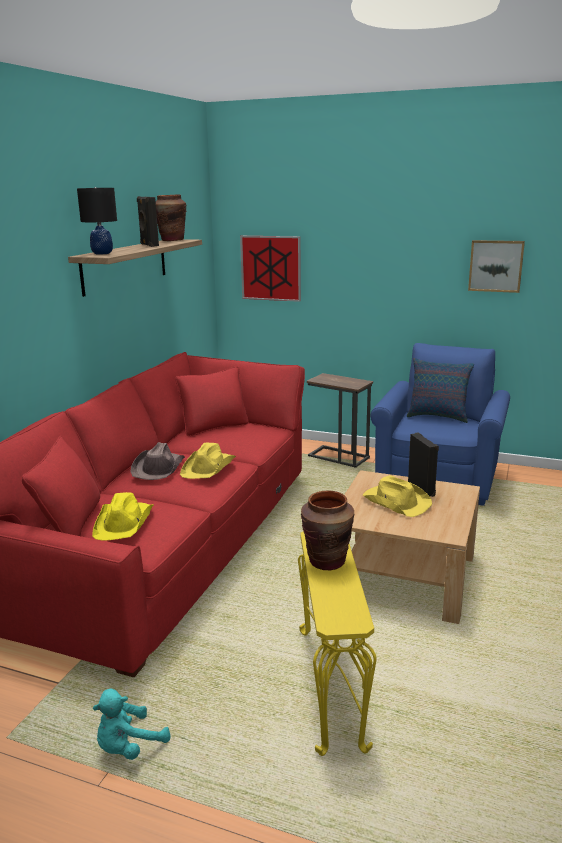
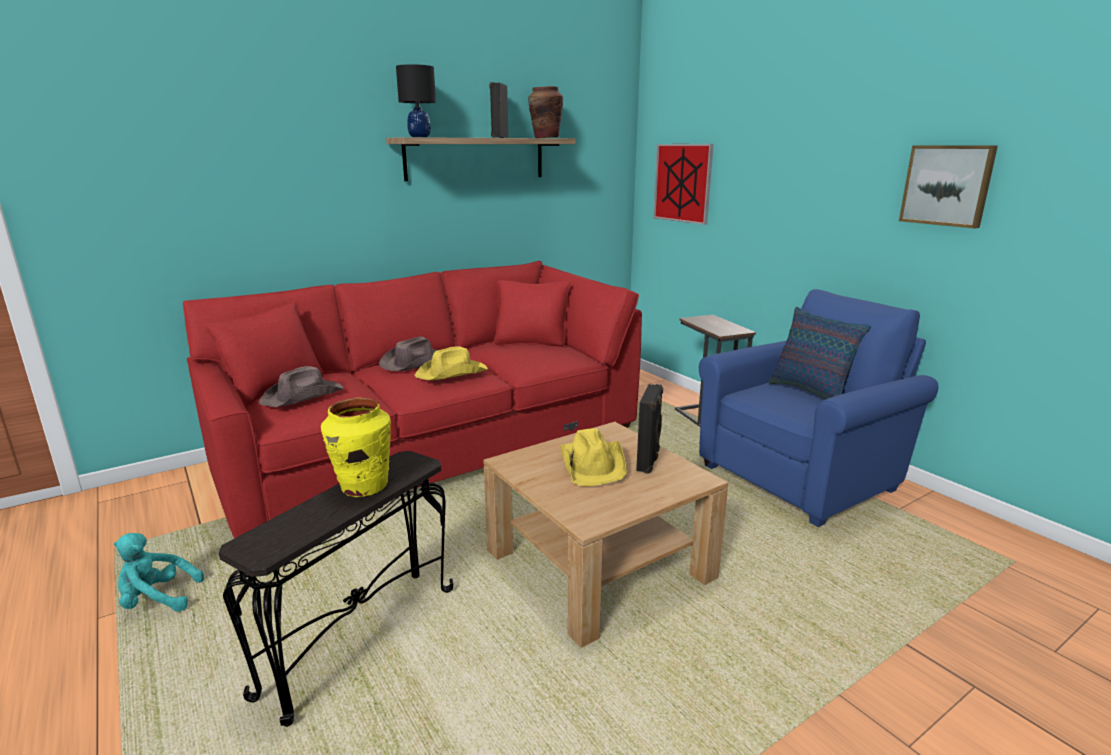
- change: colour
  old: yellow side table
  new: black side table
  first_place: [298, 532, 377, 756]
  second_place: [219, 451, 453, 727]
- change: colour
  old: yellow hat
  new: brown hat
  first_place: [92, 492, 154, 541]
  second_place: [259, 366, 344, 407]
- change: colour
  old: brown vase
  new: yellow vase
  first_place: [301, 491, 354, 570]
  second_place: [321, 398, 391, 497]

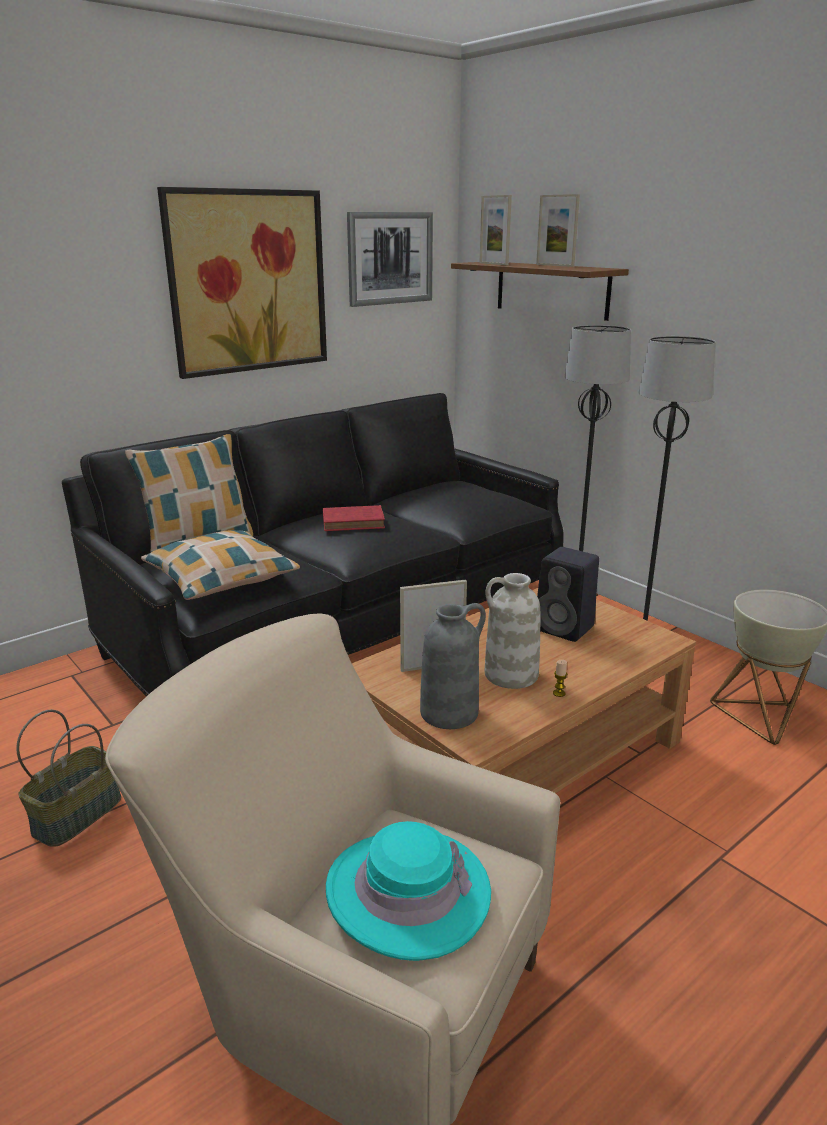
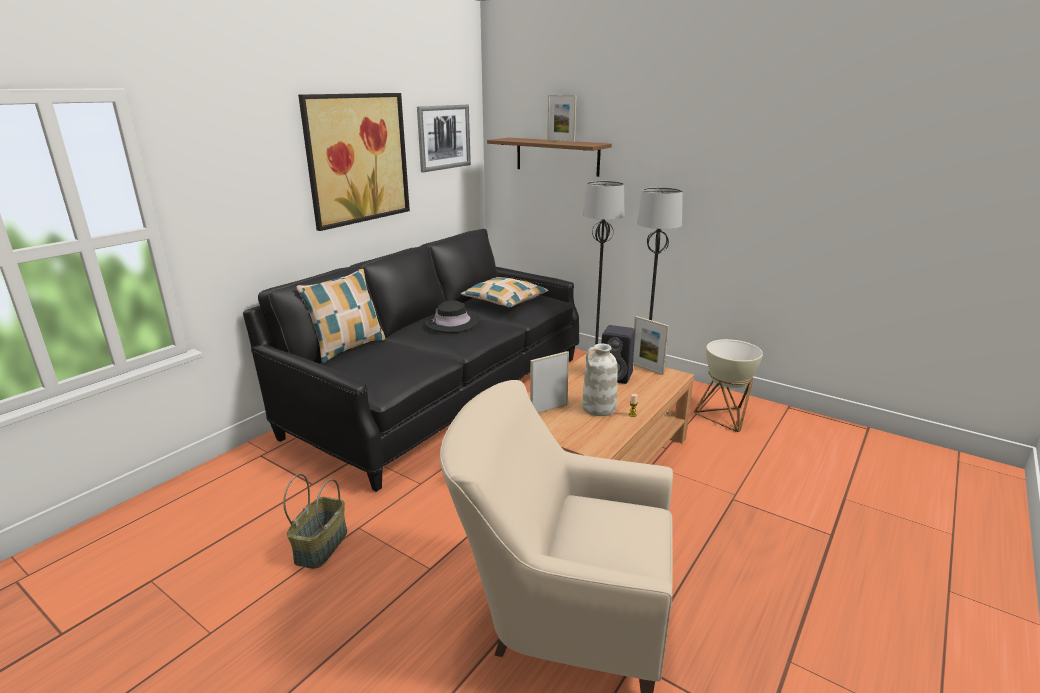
- change: exchanged
  old: red book
  new: black hat
  first_place: [323, 505, 385, 531]
  second_place: [425, 300, 480, 333]
- change: relocated
  old: pillow
  first_place: [141, 530, 300, 600]
  second_place: [461, 277, 548, 307]
- change: relocated
  old: picture frame
  first_place: [479, 195, 512, 265]
  second_place: [633, 316, 669, 375]
- change: missing
  old: turquoise hat
  first_place: [326, 821, 491, 961]
- change: missing
  old: grey vase
  first_place: [420, 603, 486, 729]

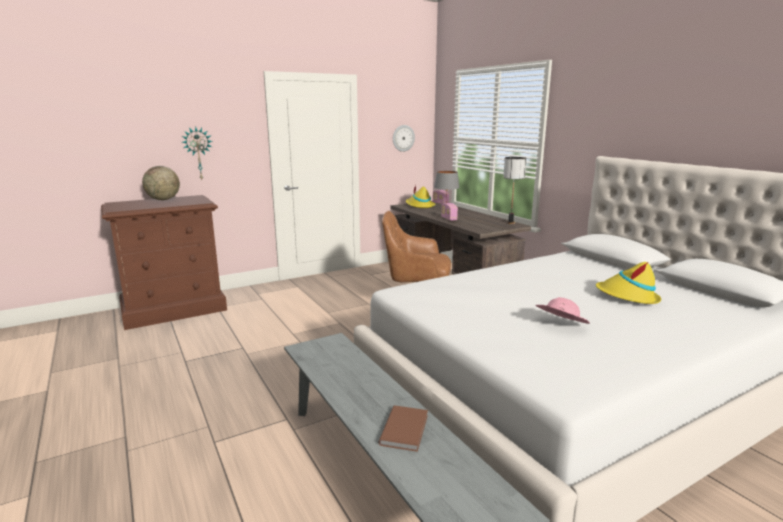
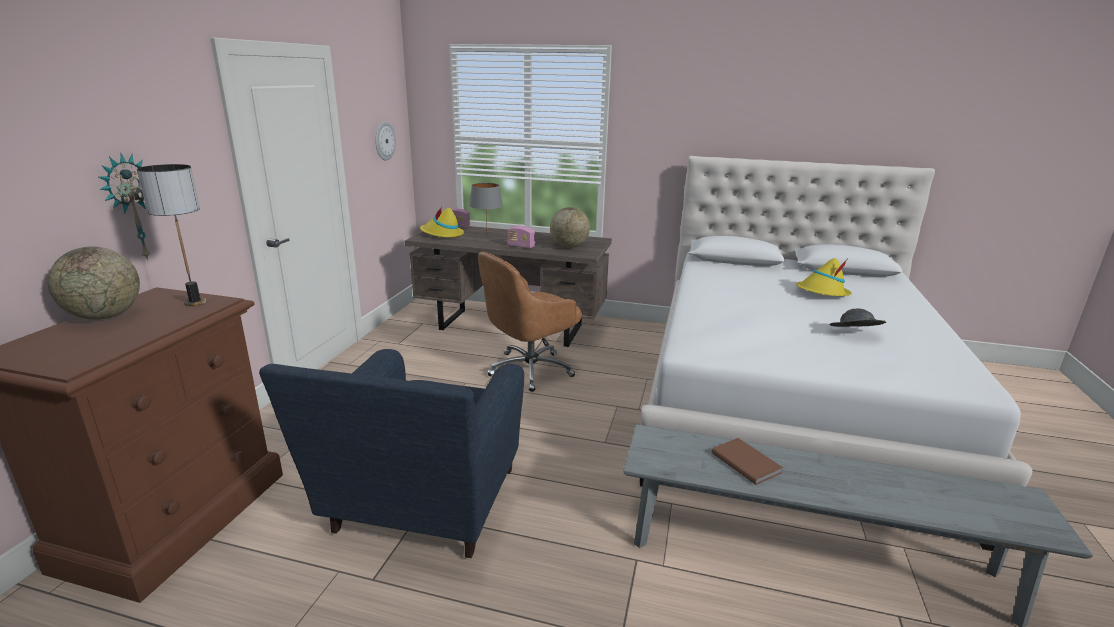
- change: relocated
  old: table lamp
  first_place: [503, 157, 527, 224]
  second_place: [137, 164, 206, 306]
- change: appeared
  new: blue armchair
  second_place: [259, 349, 524, 558]
- change: appeared
  new: globe
  second_place: [550, 207, 590, 248]
- change: relocated
  old: brown book
  first_place: [379, 405, 428, 452]
  second_place: [711, 438, 783, 485]
- change: colour
  old: pink hat
  new: grey hat
  first_place: [535, 297, 590, 324]
  second_place: [829, 308, 886, 327]

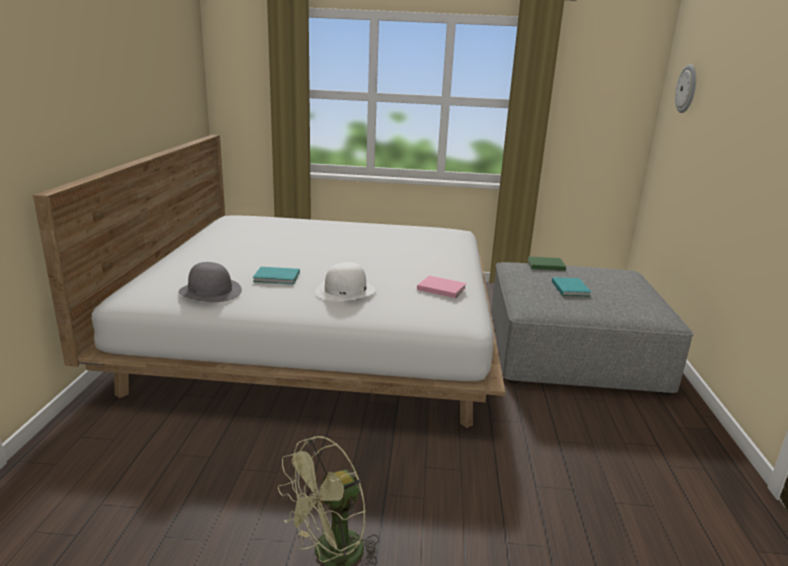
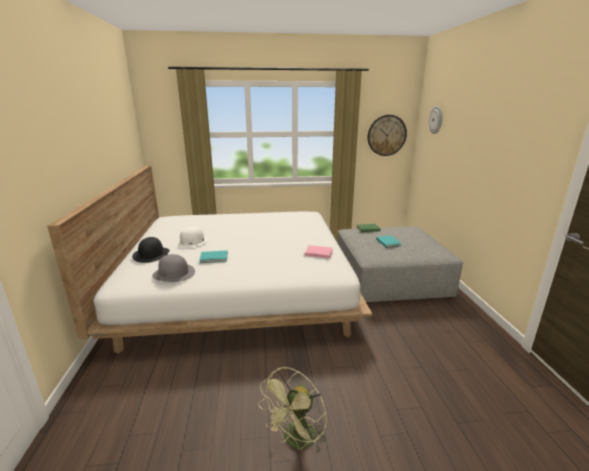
- change: appeared
  new: black hat
  second_place: [132, 237, 170, 263]
- change: relocated
  old: white hat
  first_place: [315, 262, 376, 301]
  second_place: [175, 226, 210, 249]
- change: appeared
  new: wall clock
  second_place: [368, 115, 407, 156]

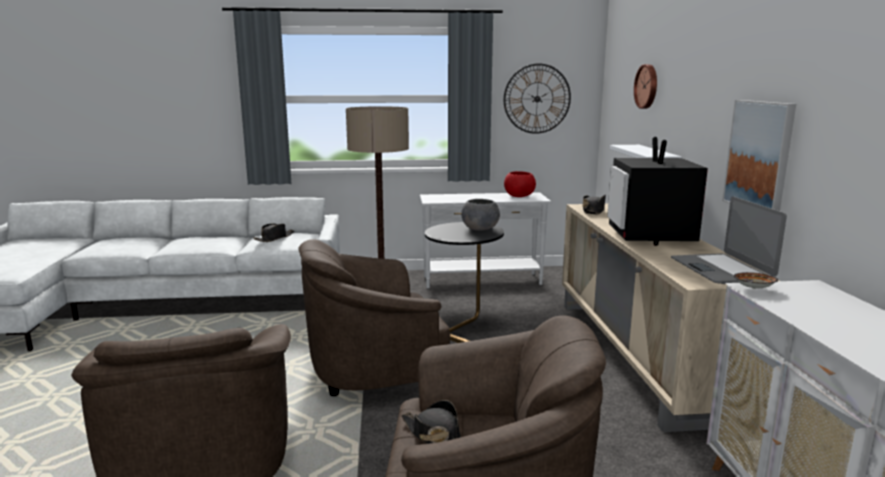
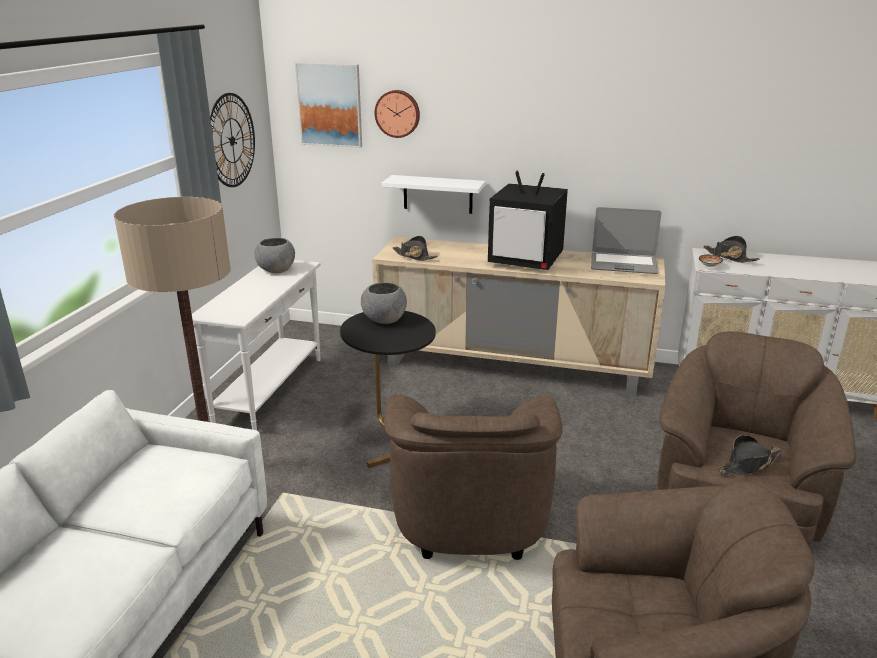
- change: colour
  old: red bowl
  new: grey bowl
  first_place: [504, 171, 536, 197]
  second_place: [254, 238, 295, 273]
- change: relocated
  old: picture
  first_place: [722, 100, 796, 211]
  second_place: [295, 63, 362, 148]
- change: relocated
  old: black hat
  first_place: [253, 223, 294, 242]
  second_place: [703, 236, 760, 263]

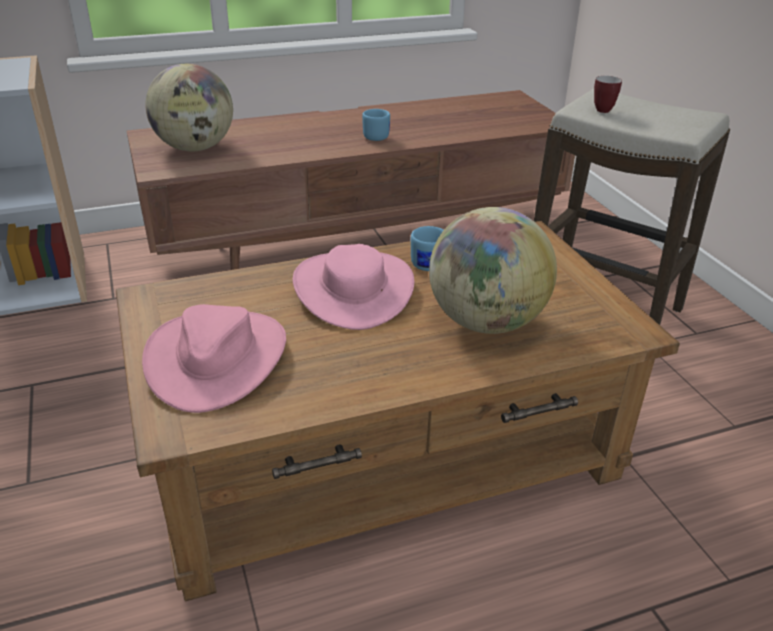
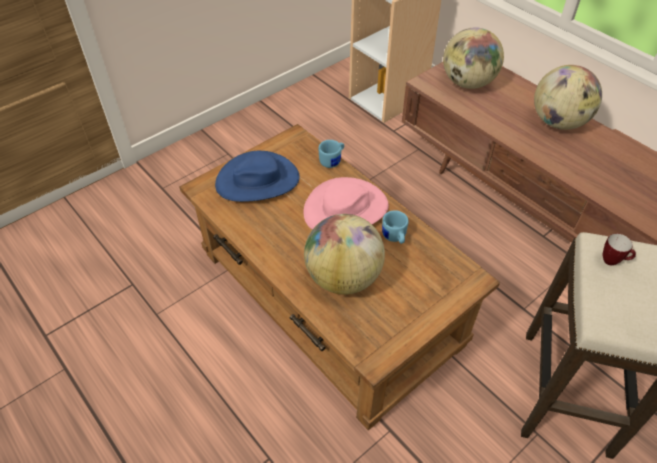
- change: colour
  old: pink hat
  new: blue hat
  first_place: [142, 304, 286, 413]
  second_place: [215, 151, 300, 202]
- change: relocated
  old: blue mug
  first_place: [362, 109, 390, 141]
  second_place: [318, 140, 344, 168]
- change: appeared
  new: globe
  second_place: [534, 65, 602, 130]

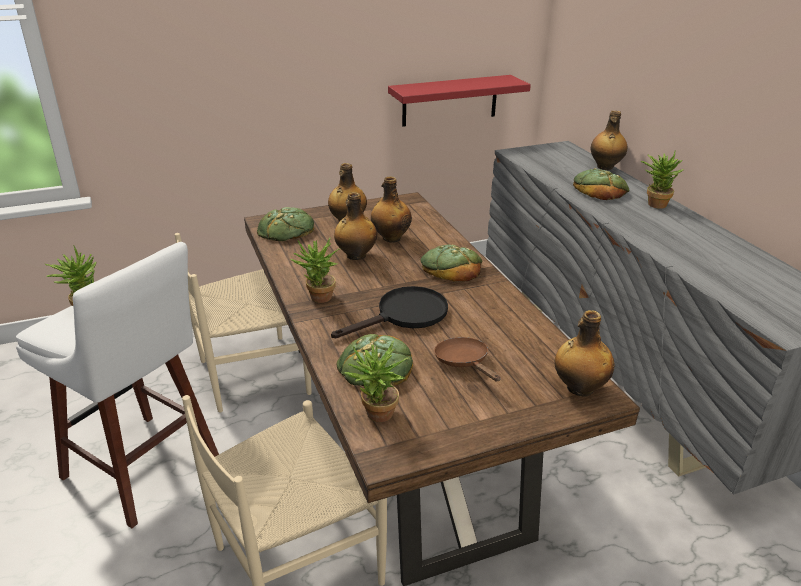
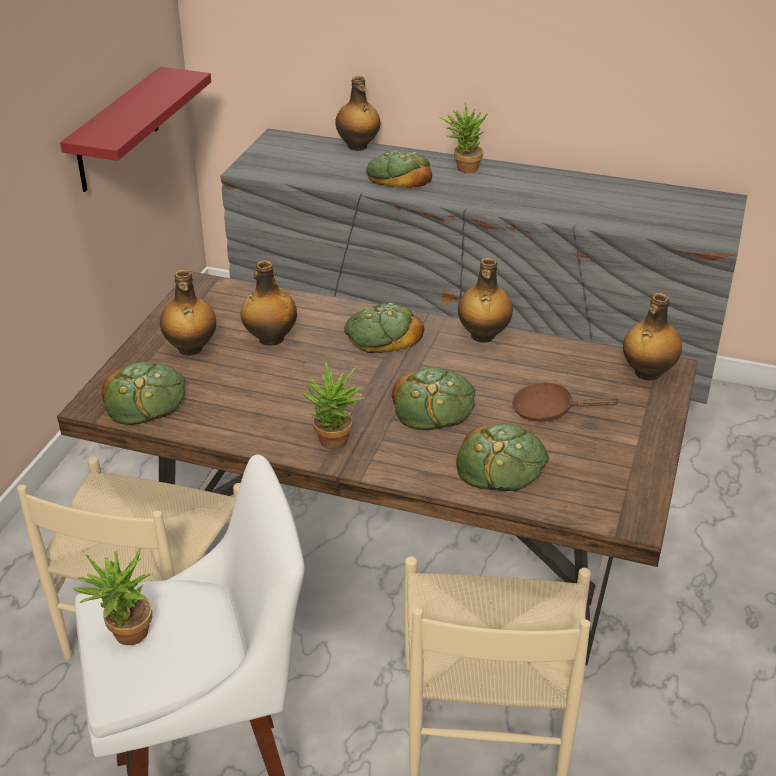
- change: exchanged
  old: black frying pan
  new: bread
  first_place: [331, 286, 448, 338]
  second_place: [392, 367, 475, 430]
- change: relocated
  old: bottle
  first_place: [334, 192, 377, 260]
  second_place: [458, 258, 513, 343]
- change: missing
  old: potted plant
  first_place: [345, 341, 409, 422]

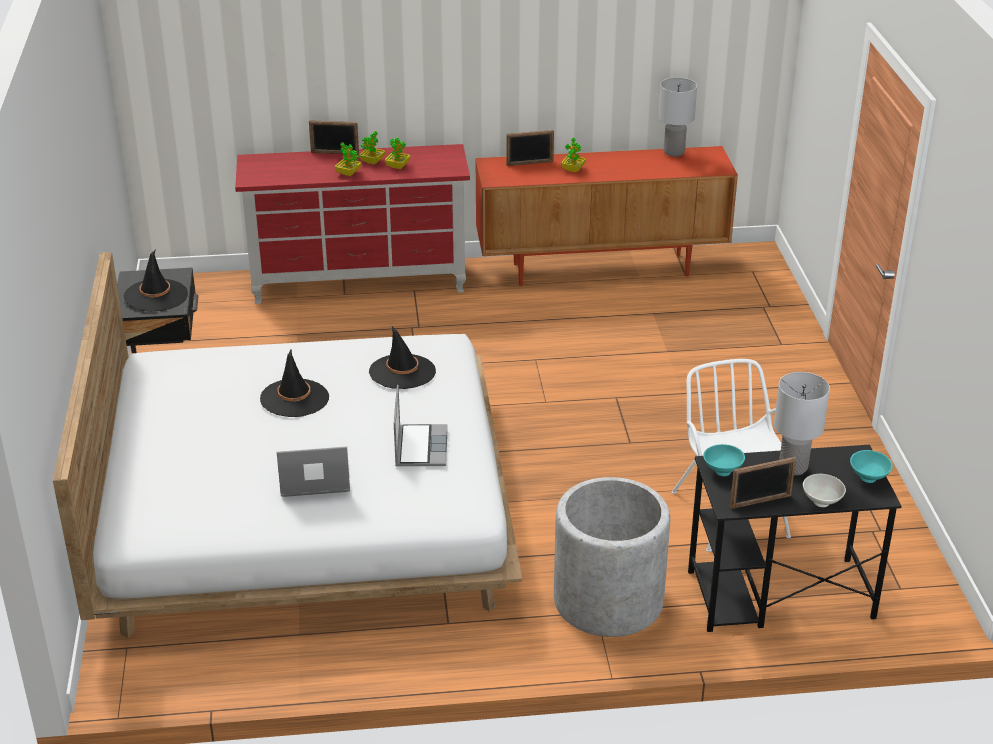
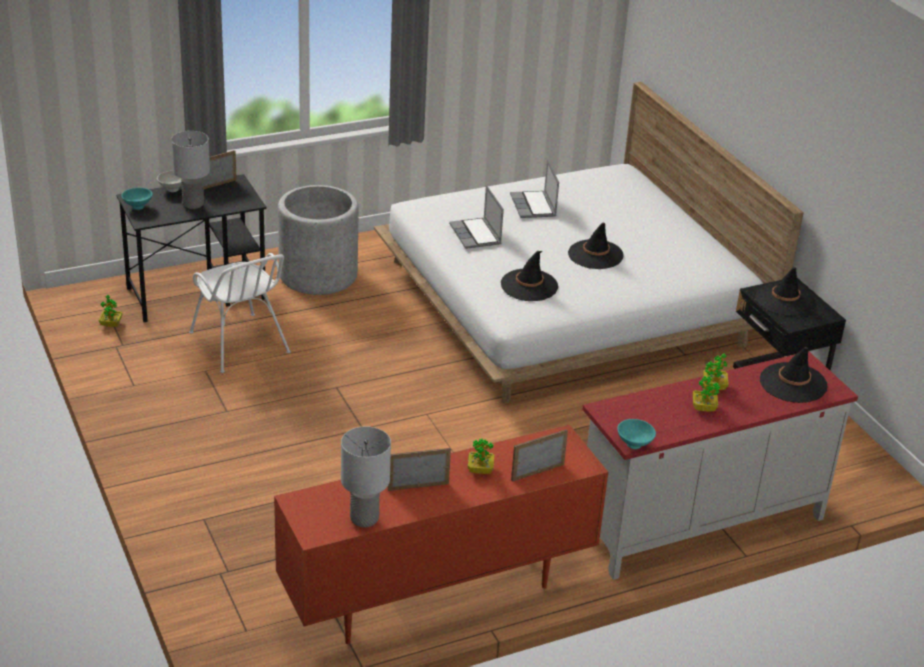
- change: relocated
  old: potted plant
  first_place: [385, 137, 411, 169]
  second_place: [99, 295, 122, 327]
- change: relocated
  old: picture frame
  first_place: [309, 120, 359, 155]
  second_place: [388, 448, 451, 491]
- change: spun
  old: laptop
  first_place: [277, 447, 350, 497]
  second_place: [510, 159, 559, 218]
  degrees: 105
- change: relocated
  old: turquoise bowl
  first_place: [703, 444, 745, 476]
  second_place: [617, 419, 656, 449]
- change: appeared
  new: black hat
  second_place: [760, 347, 827, 403]

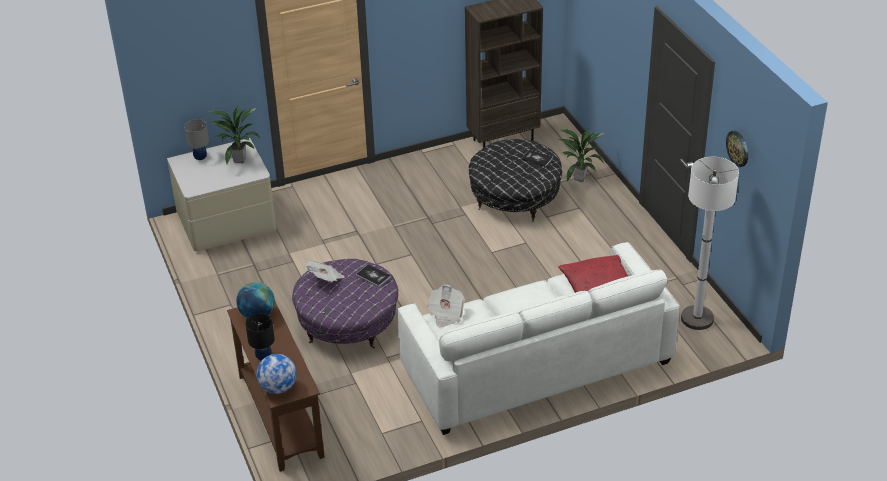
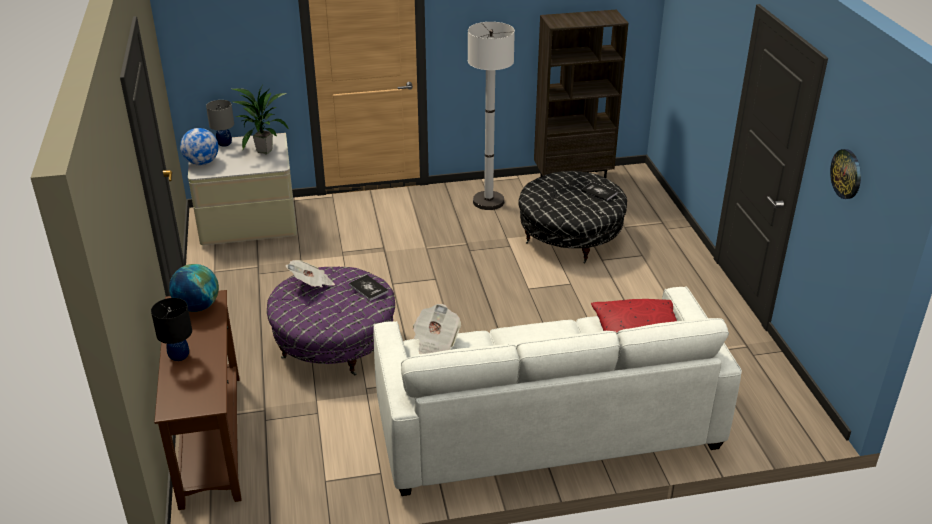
- change: relocated
  old: globe
  first_place: [257, 354, 297, 394]
  second_place: [180, 128, 218, 165]
- change: relocated
  old: white floor lamp
  first_place: [681, 157, 739, 330]
  second_place: [468, 22, 515, 210]
- change: missing
  old: potted plant
  first_place: [558, 129, 604, 182]

